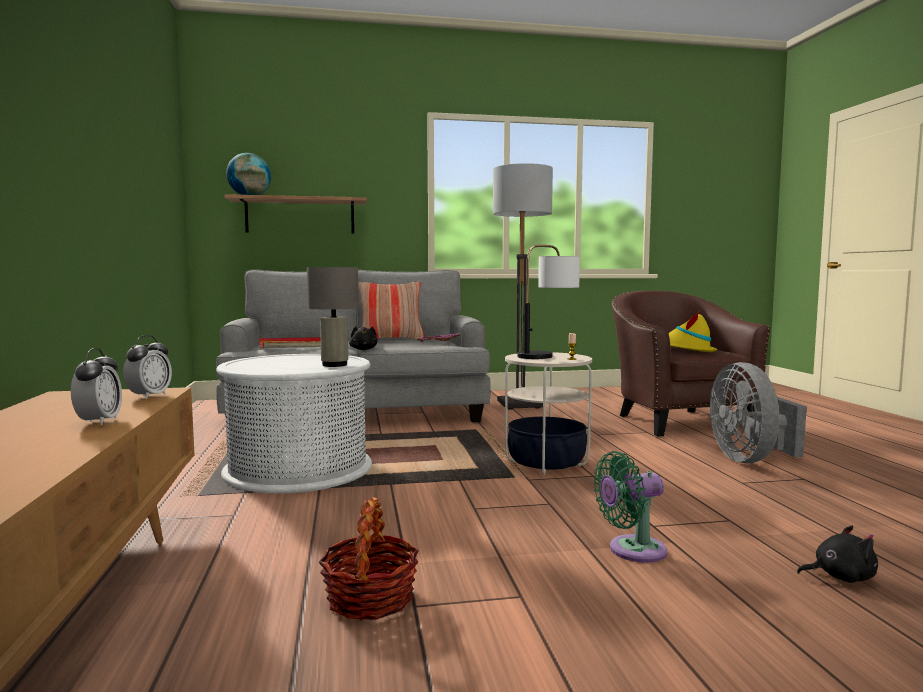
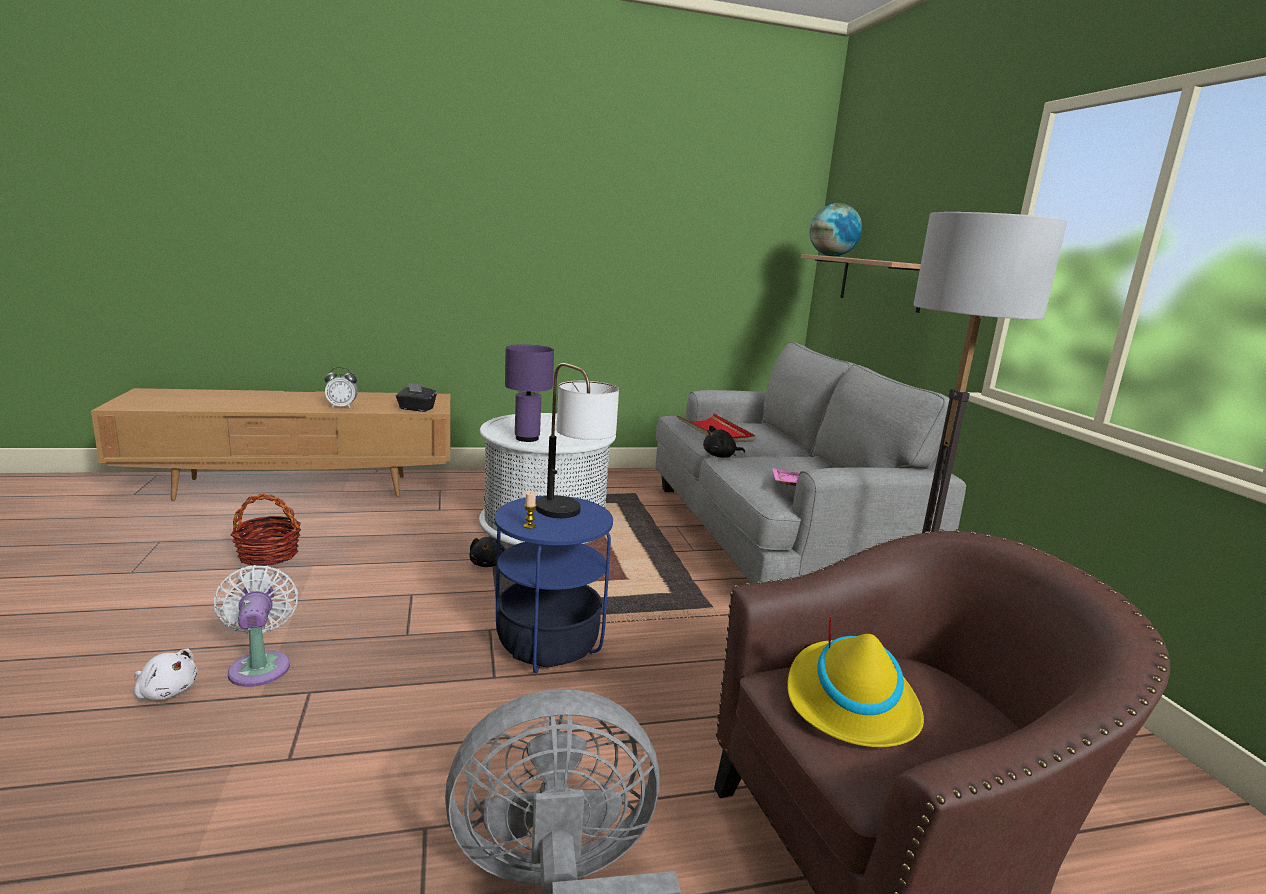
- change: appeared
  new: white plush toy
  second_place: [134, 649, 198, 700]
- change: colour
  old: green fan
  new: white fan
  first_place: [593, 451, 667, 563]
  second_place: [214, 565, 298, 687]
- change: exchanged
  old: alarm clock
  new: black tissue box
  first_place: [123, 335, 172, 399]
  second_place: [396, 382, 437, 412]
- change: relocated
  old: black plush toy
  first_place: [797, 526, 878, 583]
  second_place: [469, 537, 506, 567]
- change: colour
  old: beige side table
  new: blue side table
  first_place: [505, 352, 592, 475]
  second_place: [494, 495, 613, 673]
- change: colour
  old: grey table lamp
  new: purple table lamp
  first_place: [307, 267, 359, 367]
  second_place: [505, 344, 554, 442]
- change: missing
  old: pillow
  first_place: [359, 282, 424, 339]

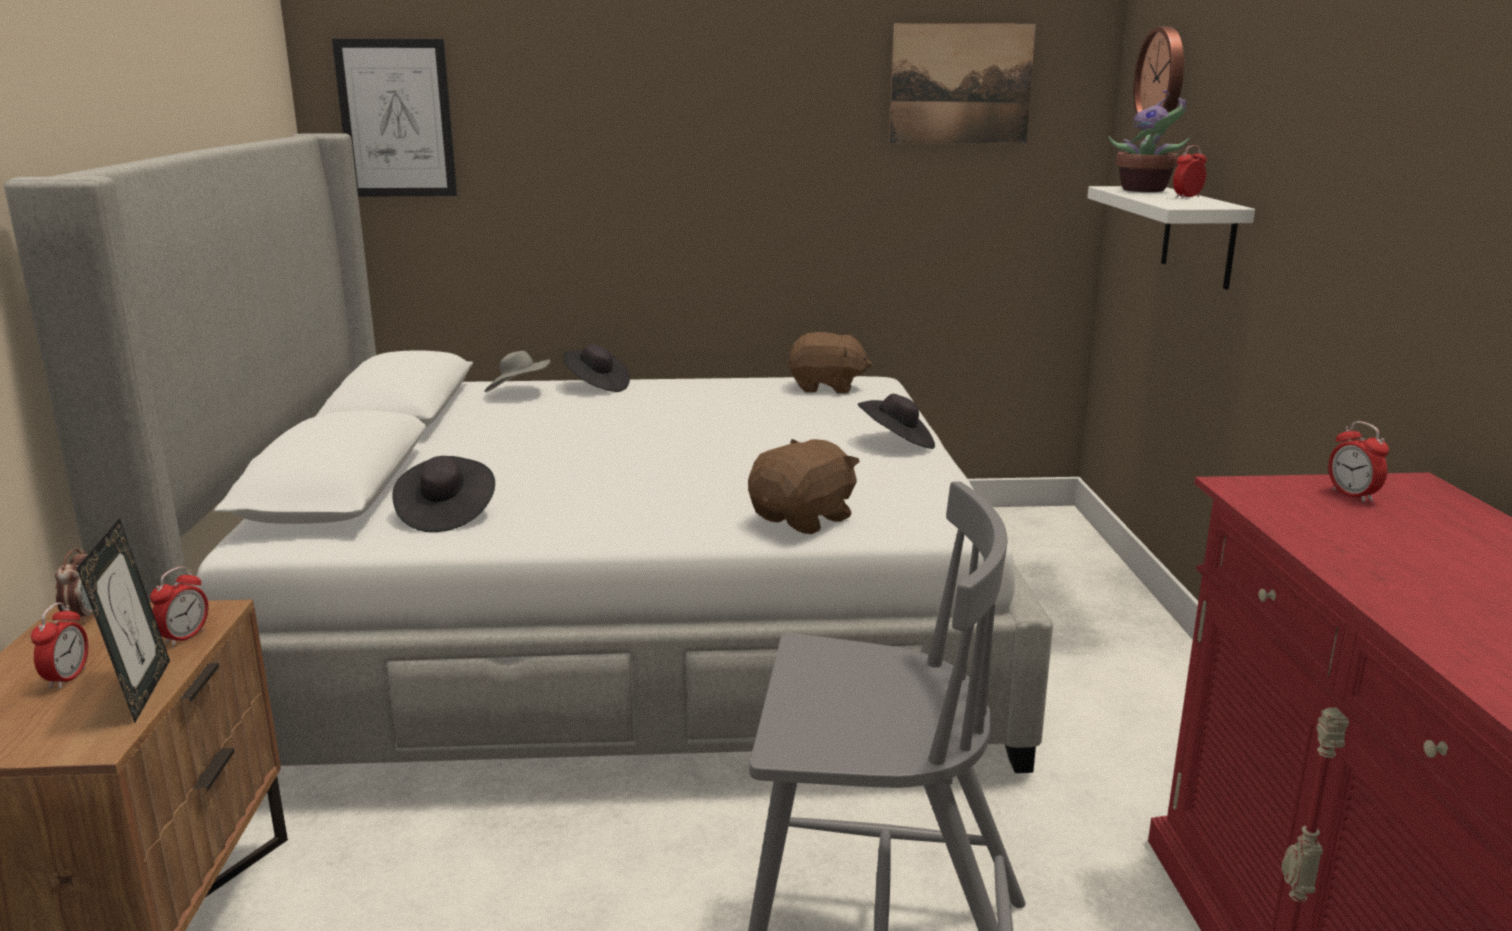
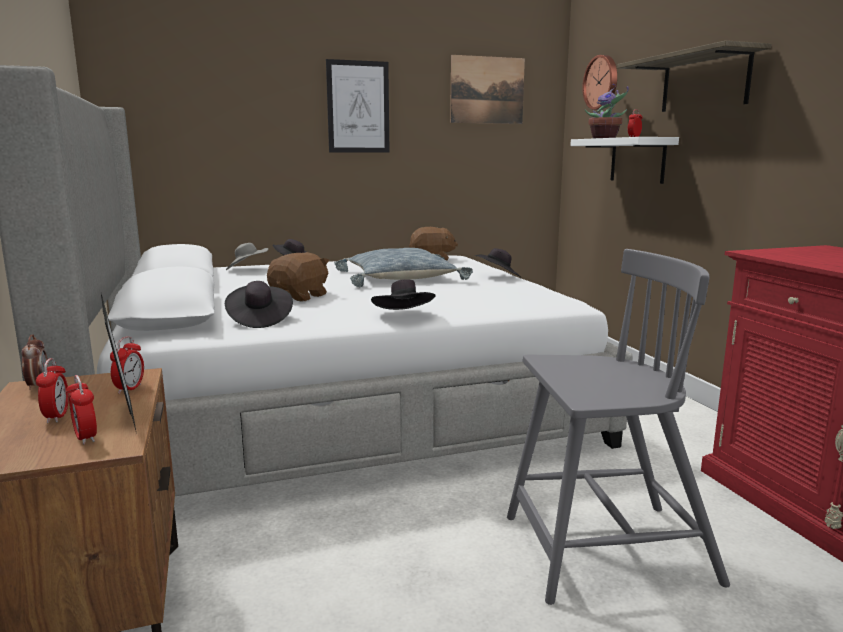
- change: relocated
  old: alarm clock
  first_place: [1328, 421, 1389, 502]
  second_place: [66, 375, 97, 444]
- change: relocated
  old: brown plush toy
  first_place: [748, 439, 860, 534]
  second_place: [267, 252, 329, 302]
- change: relocated
  old: picture
  first_place: [332, 39, 457, 197]
  second_place: [326, 59, 389, 153]
- change: appeared
  new: pillow
  second_place: [334, 248, 473, 287]
- change: appeared
  new: black hat
  second_place: [371, 279, 436, 310]
- change: appeared
  new: shelf
  second_place: [617, 40, 771, 112]

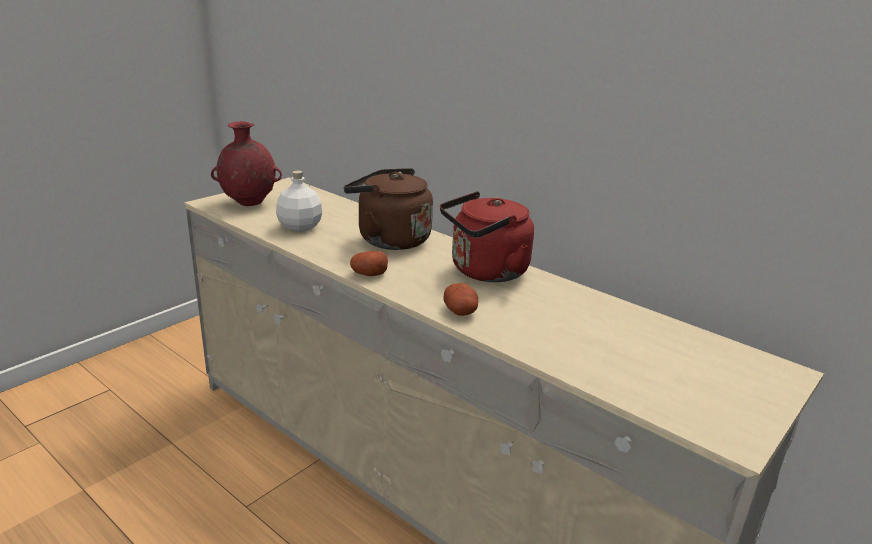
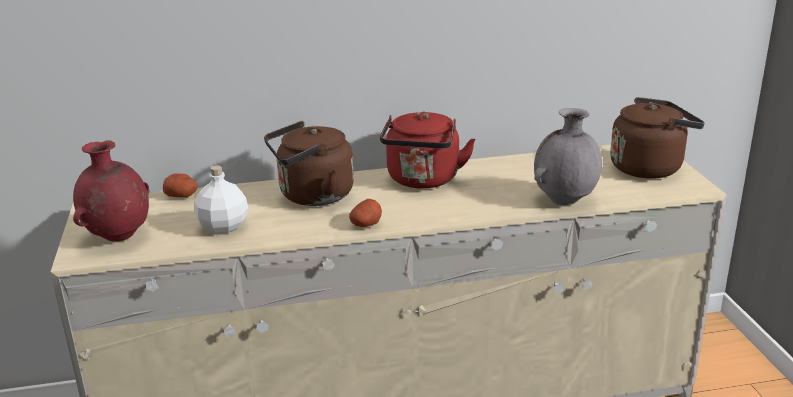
- change: relocated
  old: potato
  first_place: [443, 283, 478, 316]
  second_place: [163, 173, 198, 197]
- change: appeared
  new: grey vase
  second_place: [534, 108, 602, 205]
- change: appeared
  new: brown kettle
  second_place: [610, 97, 705, 179]

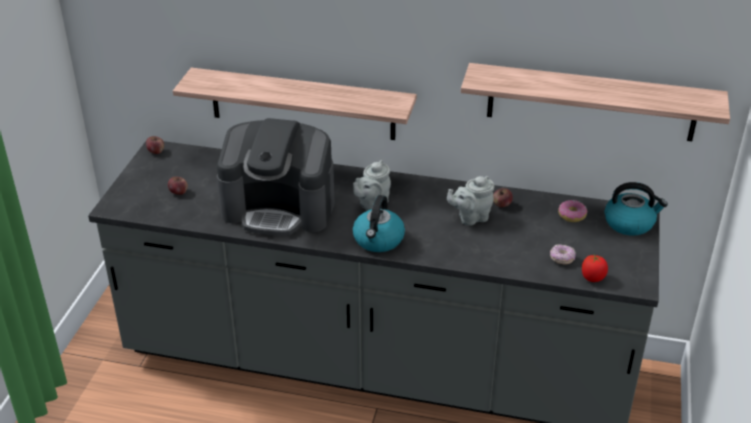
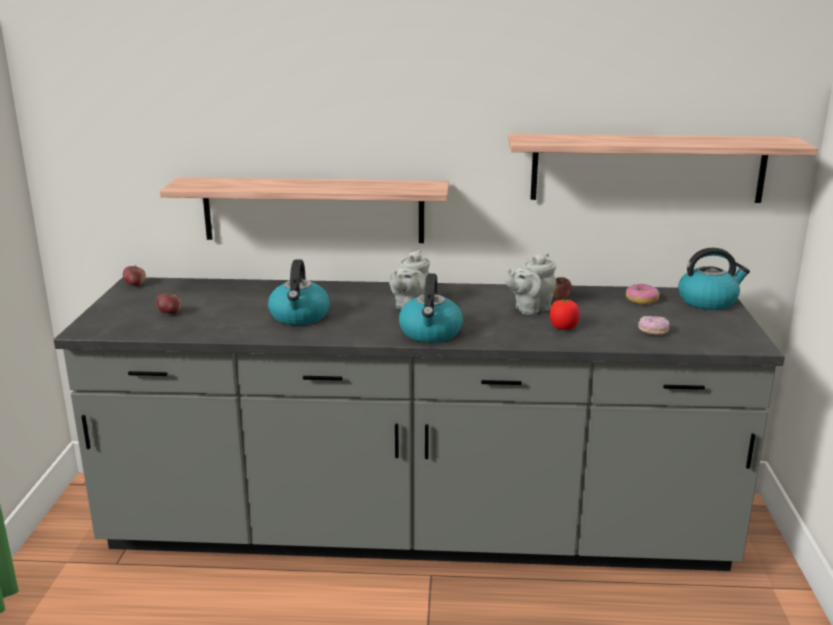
- change: exchanged
  old: coffee machine
  new: kettle
  first_place: [217, 118, 334, 236]
  second_place: [268, 259, 330, 325]
- change: relocated
  old: tomato
  first_place: [582, 255, 608, 282]
  second_place: [550, 298, 580, 330]

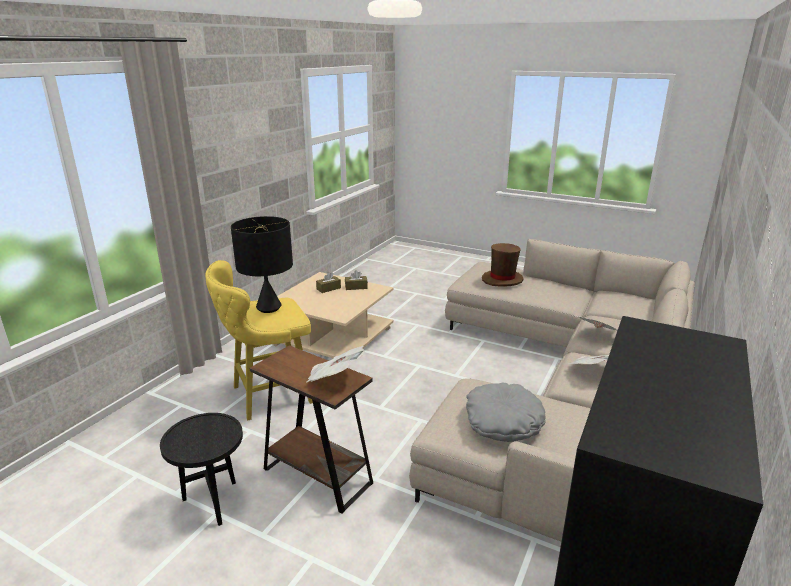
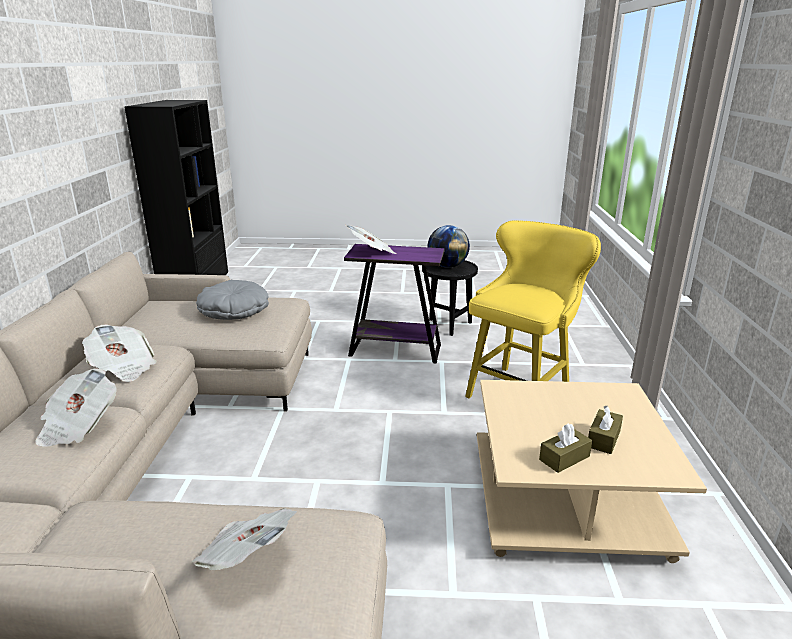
- change: exchanged
  old: brown hat
  new: newspaper
  first_place: [482, 243, 524, 287]
  second_place: [191, 508, 297, 570]
- change: colour
  old: brown side table
  new: purple side table
  first_place: [250, 345, 373, 514]
  second_place: [344, 244, 444, 363]
- change: appeared
  new: globe
  second_place: [428, 225, 470, 268]
- change: missing
  old: black table lamp
  first_place: [231, 216, 293, 313]

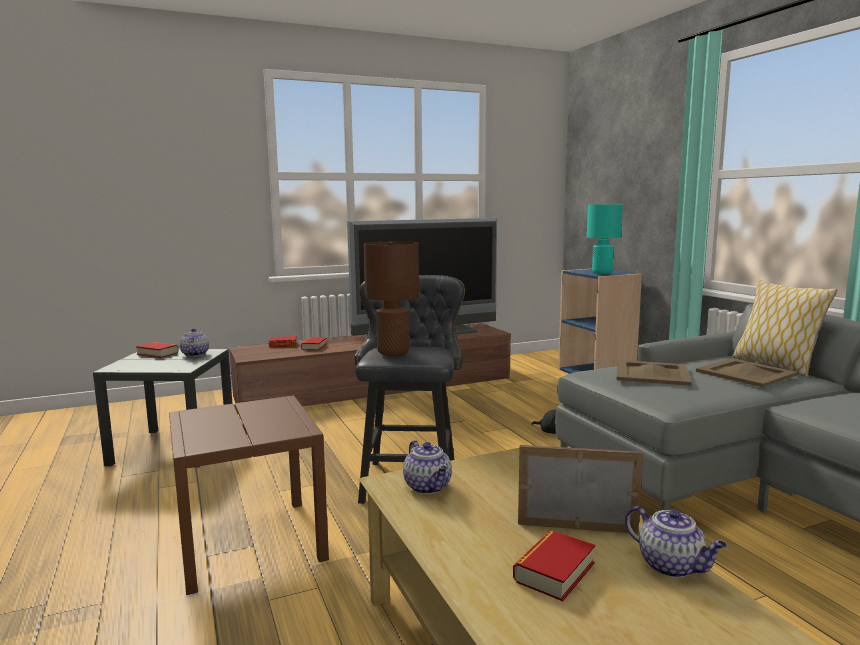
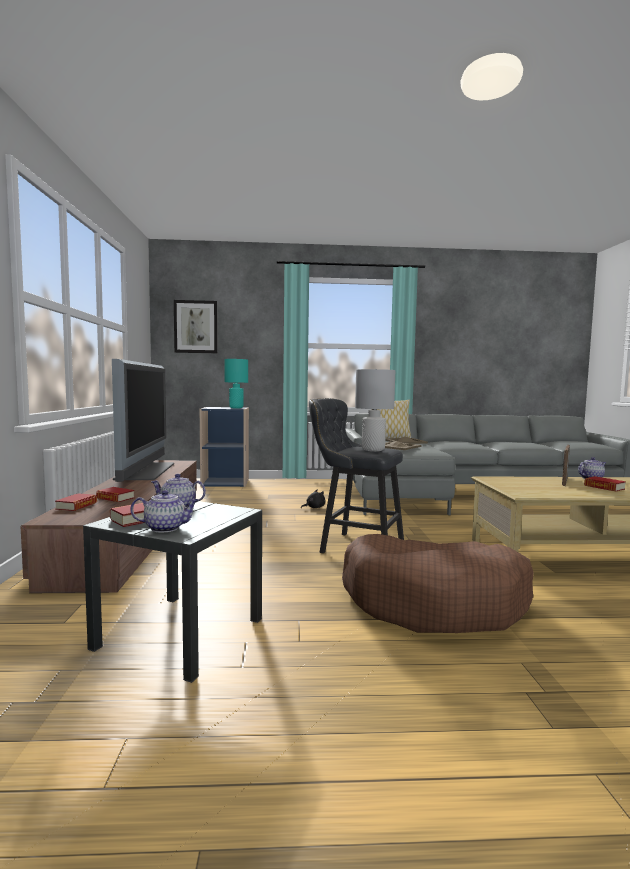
- change: relocated
  old: teapot
  first_place: [403, 440, 452, 494]
  second_place: [130, 490, 199, 532]
- change: appeared
  new: picture
  second_place: [174, 300, 218, 353]
- change: exchanged
  old: brown side table
  new: brown dog bed
  first_place: [169, 395, 329, 595]
  second_place: [342, 534, 534, 633]
- change: colour
  old: brown table lamp
  new: grey table lamp
  first_place: [364, 242, 419, 356]
  second_place: [355, 369, 395, 452]

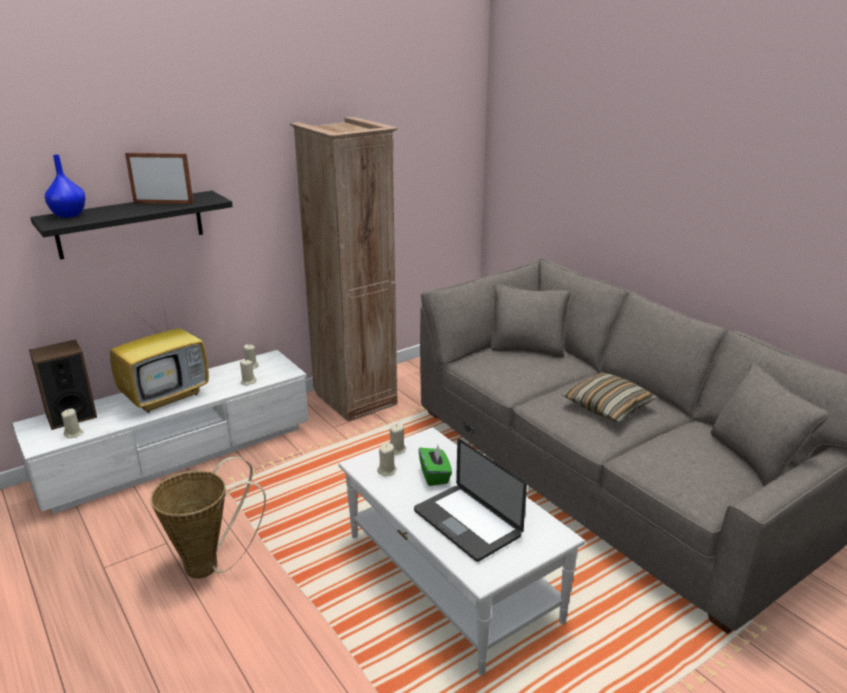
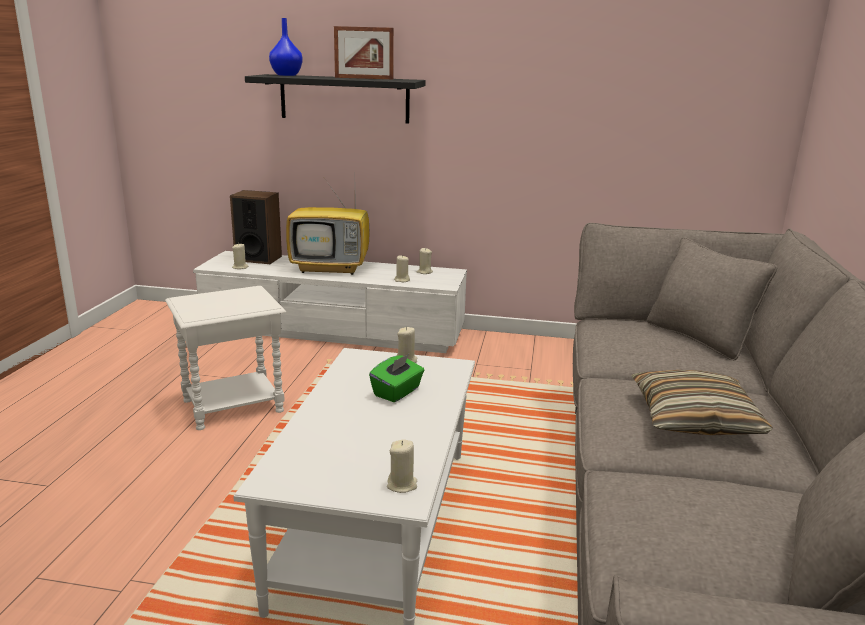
- change: exchanged
  old: basket
  new: white side table
  first_place: [150, 457, 266, 579]
  second_place: [165, 286, 287, 430]
- change: spun
  old: picture frame
  first_place: [125, 153, 194, 204]
  second_place: [334, 26, 394, 79]
  degrees: 135
- change: relocated
  old: beige candle
  first_place: [377, 443, 397, 476]
  second_place: [387, 439, 417, 493]
- change: missing
  old: brown cabinet
  first_place: [290, 117, 398, 422]
- change: missing
  old: laptop
  first_place: [414, 439, 527, 562]

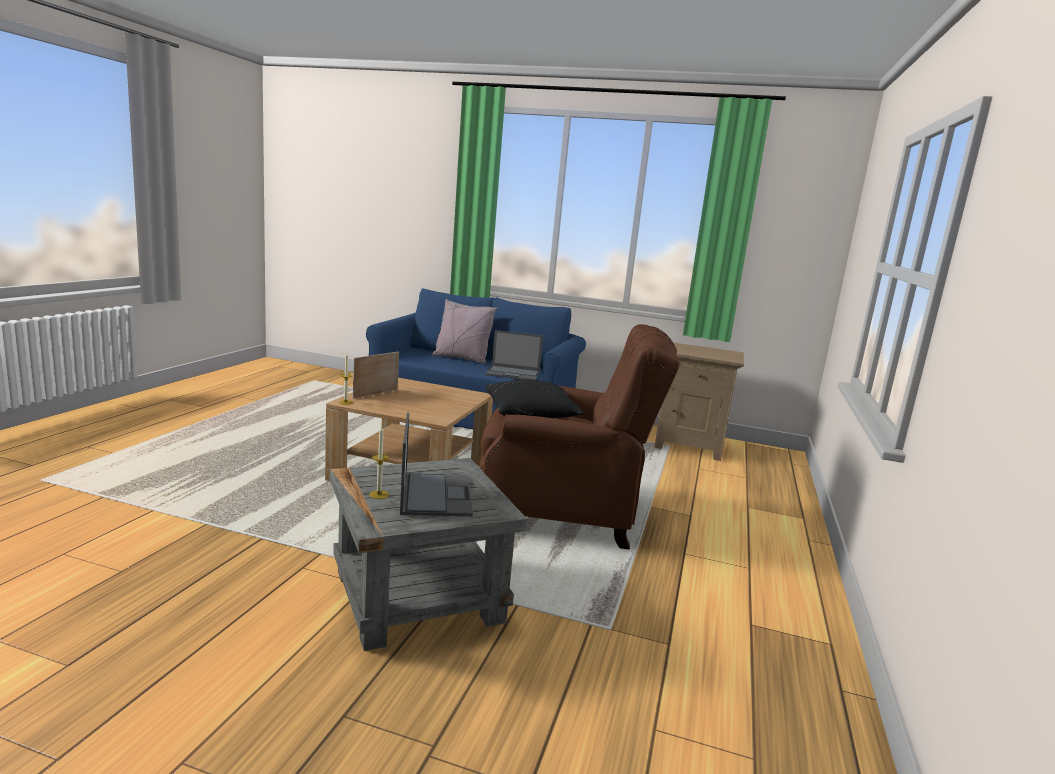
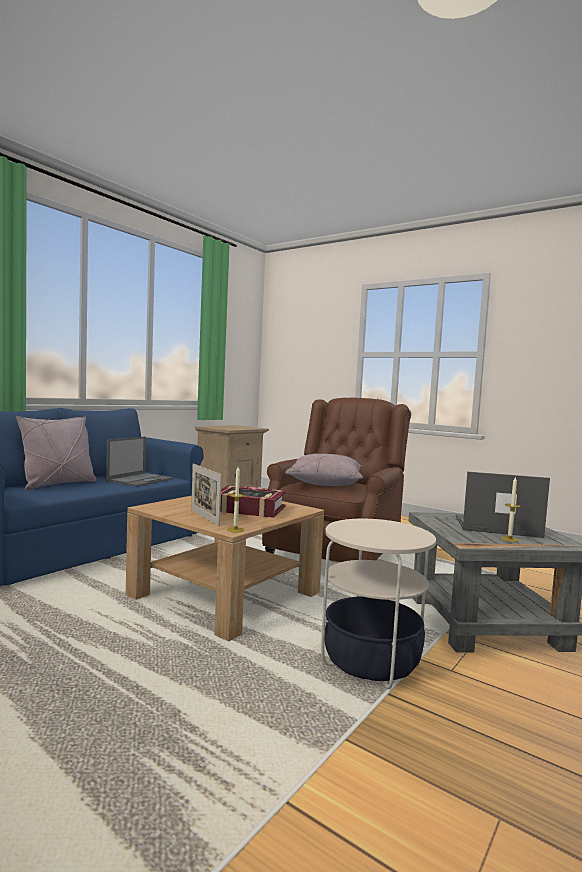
- change: appeared
  new: book
  second_place: [220, 485, 286, 518]
- change: colour
  old: black pillow
  new: purple pillow
  first_place: [485, 379, 584, 418]
  second_place: [285, 454, 363, 486]
- change: appeared
  new: beige side table
  second_place: [321, 519, 436, 689]

